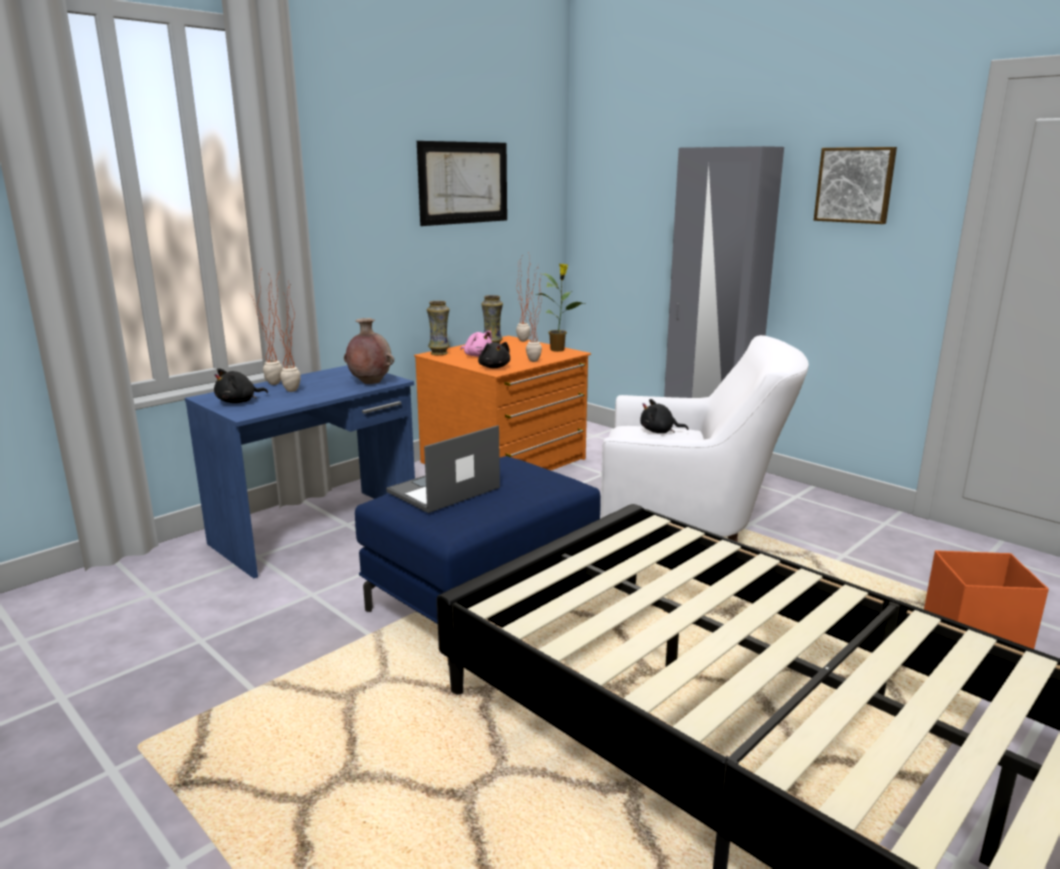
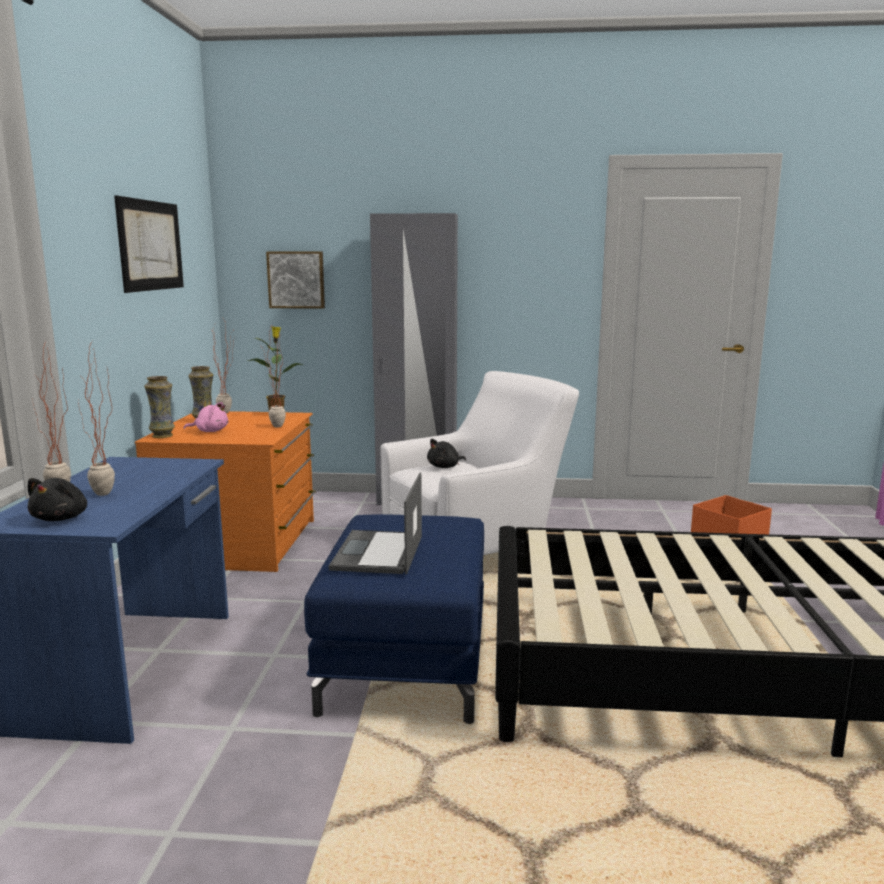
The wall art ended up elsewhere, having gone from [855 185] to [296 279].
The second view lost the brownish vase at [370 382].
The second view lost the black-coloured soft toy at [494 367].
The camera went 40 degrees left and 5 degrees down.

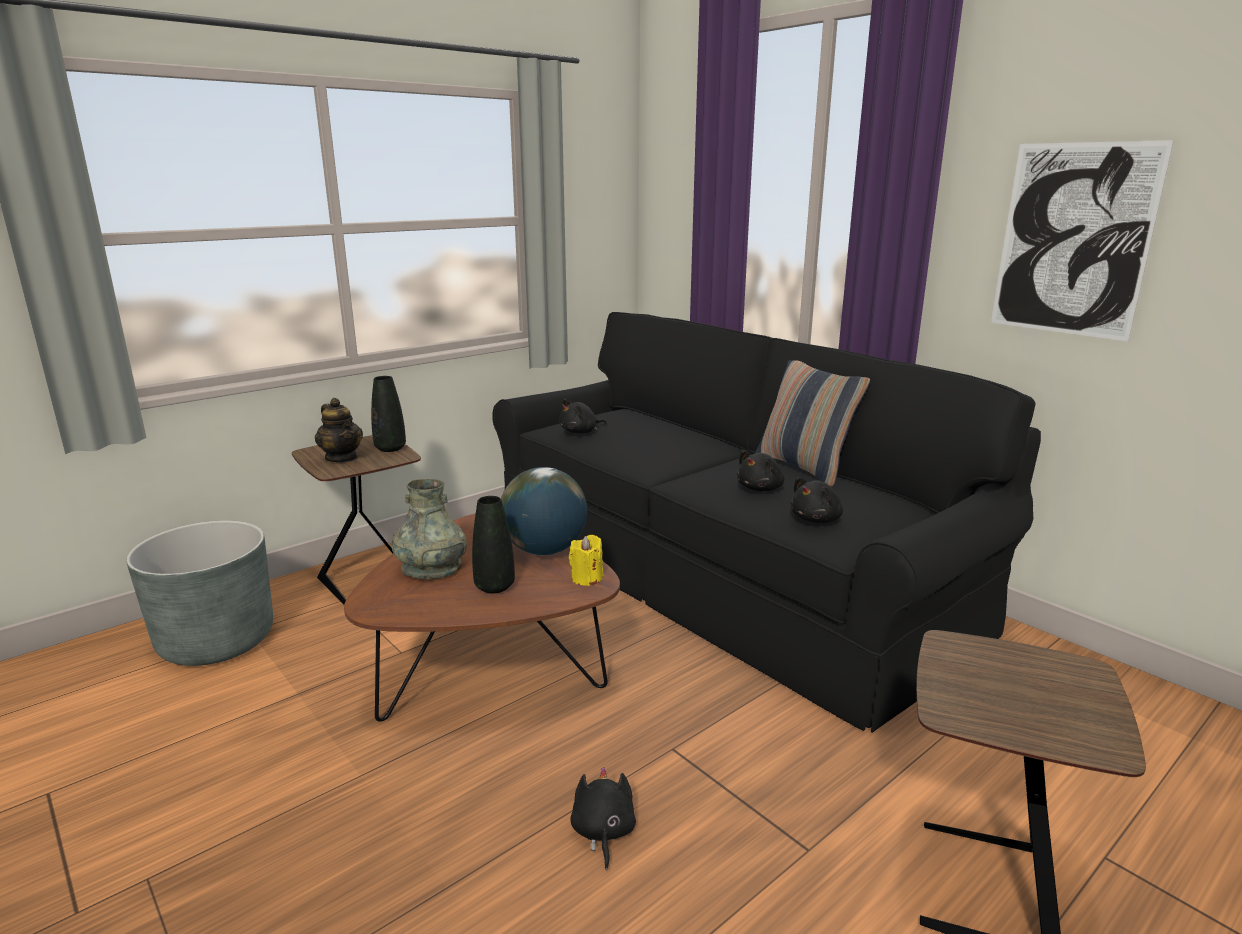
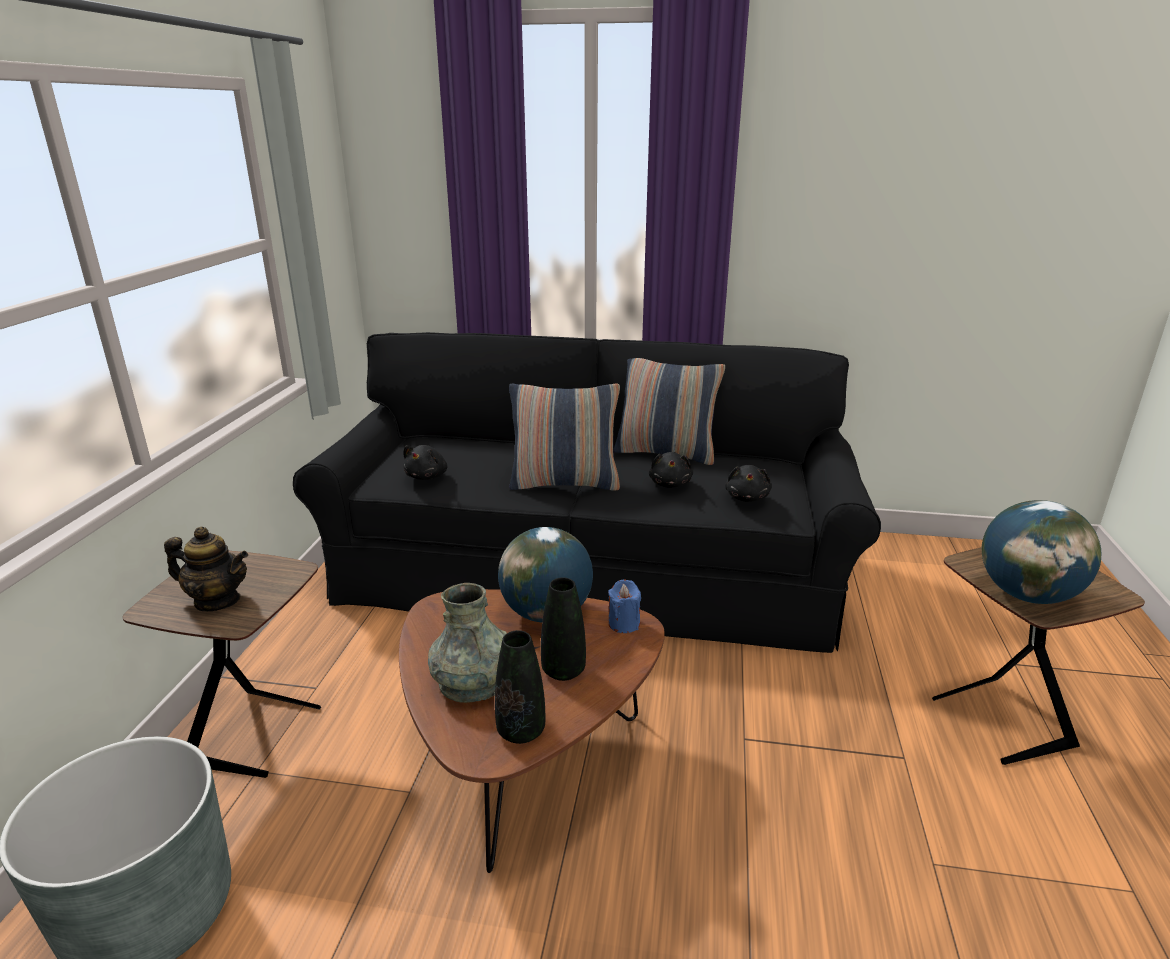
The second view lost the wall art at [1073 240].
The black-coloured vase ended up elsewhere, having gone from [390 448] to [521 731].
What was the yellow wax candle at [587 578] turned into the blue-coloured wax candle at [624 624].
The second view lost the black-coloured soft toy at [603 832].
The second view gained the cushion at [565 483].
The second view gained the desk globe at [1026 594].
The camera went 40 degrees left and 5 degrees up.

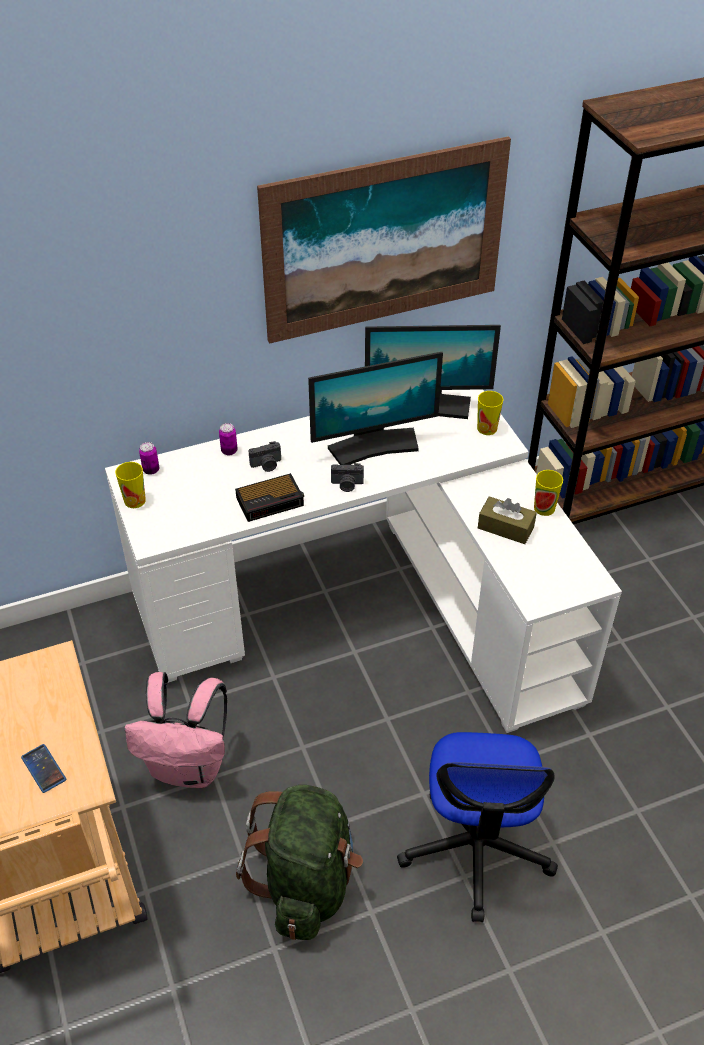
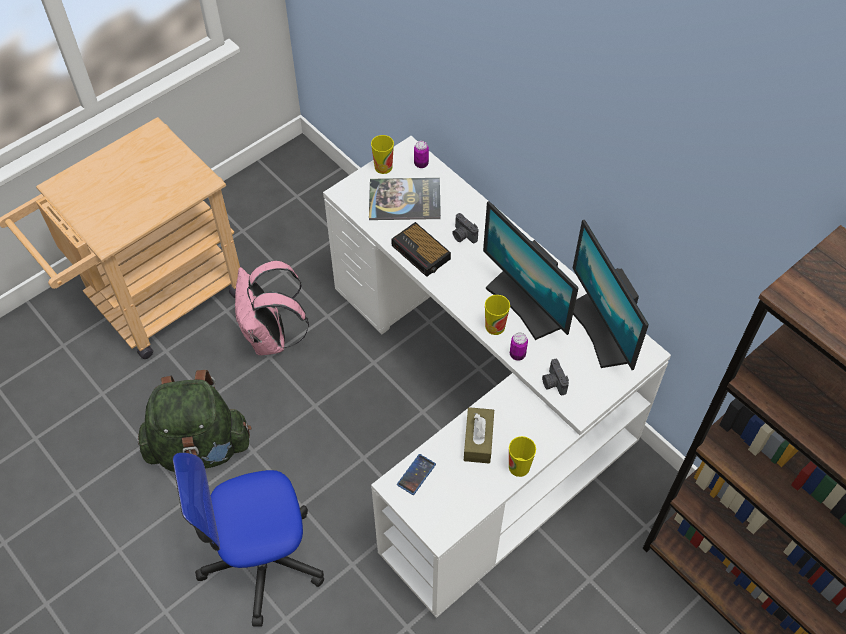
The second view lost the wall art at [384 241].
The small cup ended up elsewhere, having gone from [487 428] to [495 326].
The sealed can ended up elsewhere, having gone from [229 451] to [517 354].
The still camera ended up elsewhere, having gone from [347 485] to [553 383].
The telephone ended up elsewhere, having gone from [43 768] to [416 474].
The second view gained the bound book at [404 200].
The camera went 70 degrees right and 10 degrees up.

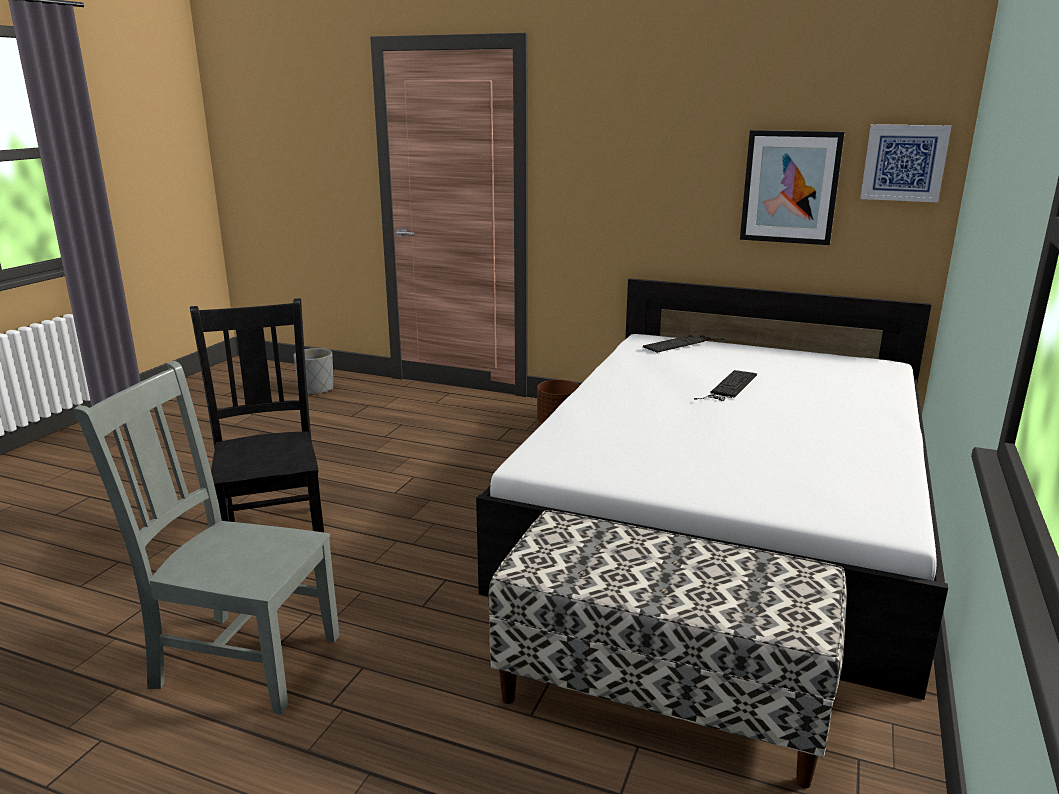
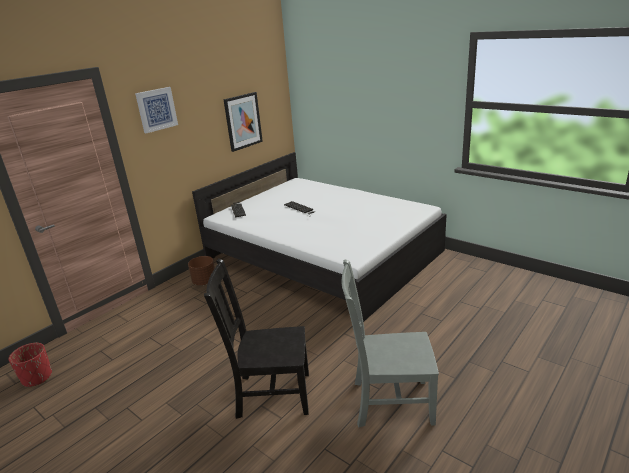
The wall art ended up elsewhere, having gone from [904 163] to [156 109].
What was the gray flower pot at [316 389] turned into the red-coloured flower pot at [37 377].
The gray chair at [242 659] ended up facing another way, 60 degrees clockwise from before.
The second view lost the indoor bench at [661 697].
The camera went 70 degrees left and 5 degrees up.

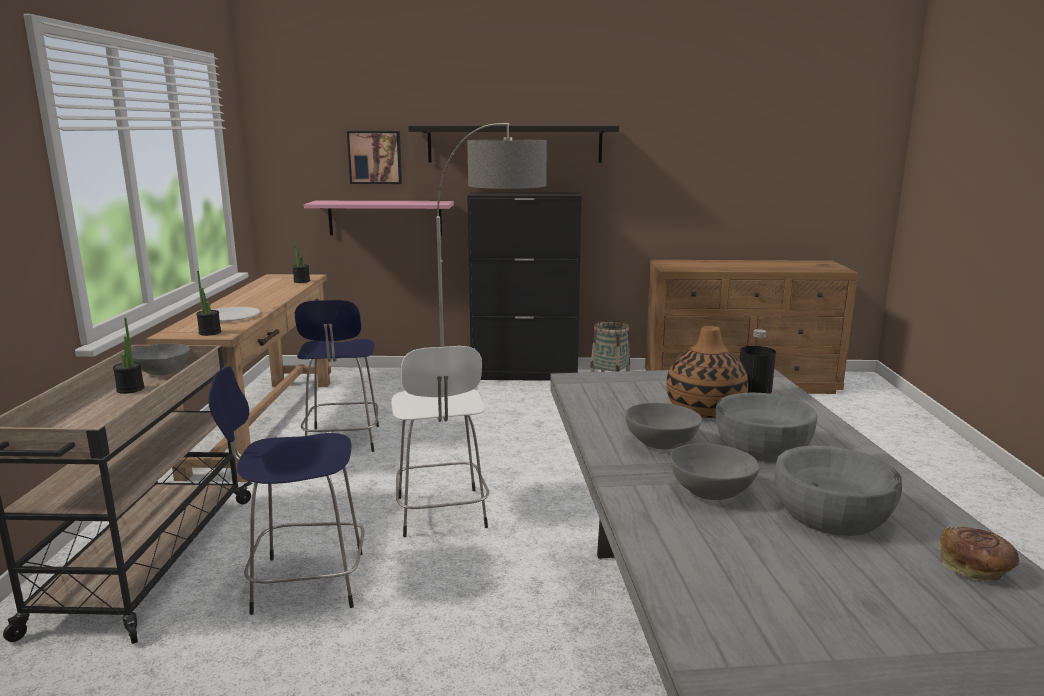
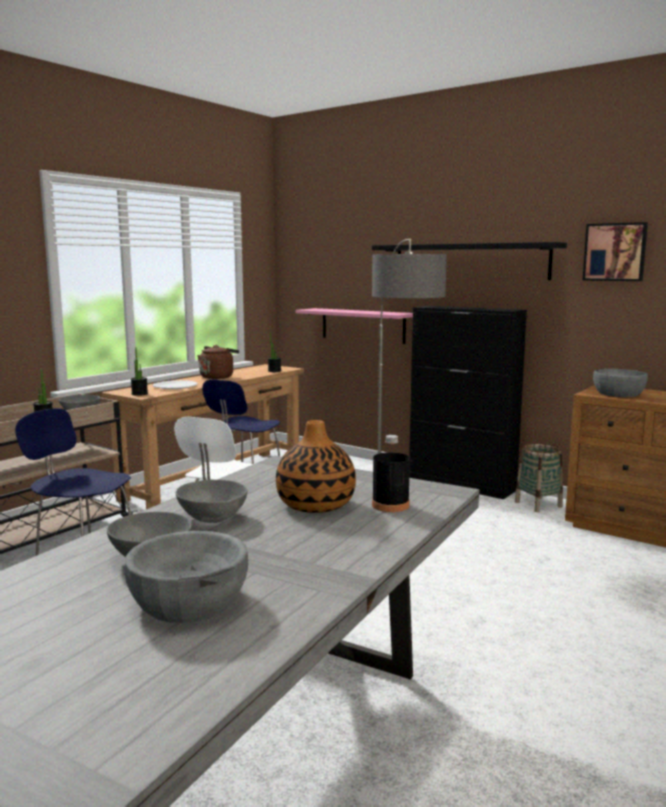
The wall art ended up elsewhere, having gone from [375 157] to [615 252].
The gray bowl ended up elsewhere, having gone from [762 447] to [618 393].
The second view lost the bakery bread at [975 569].
The second view gained the brownish tea kettle at [218 377].
The camera went 35 degrees right and 5 degrees down.

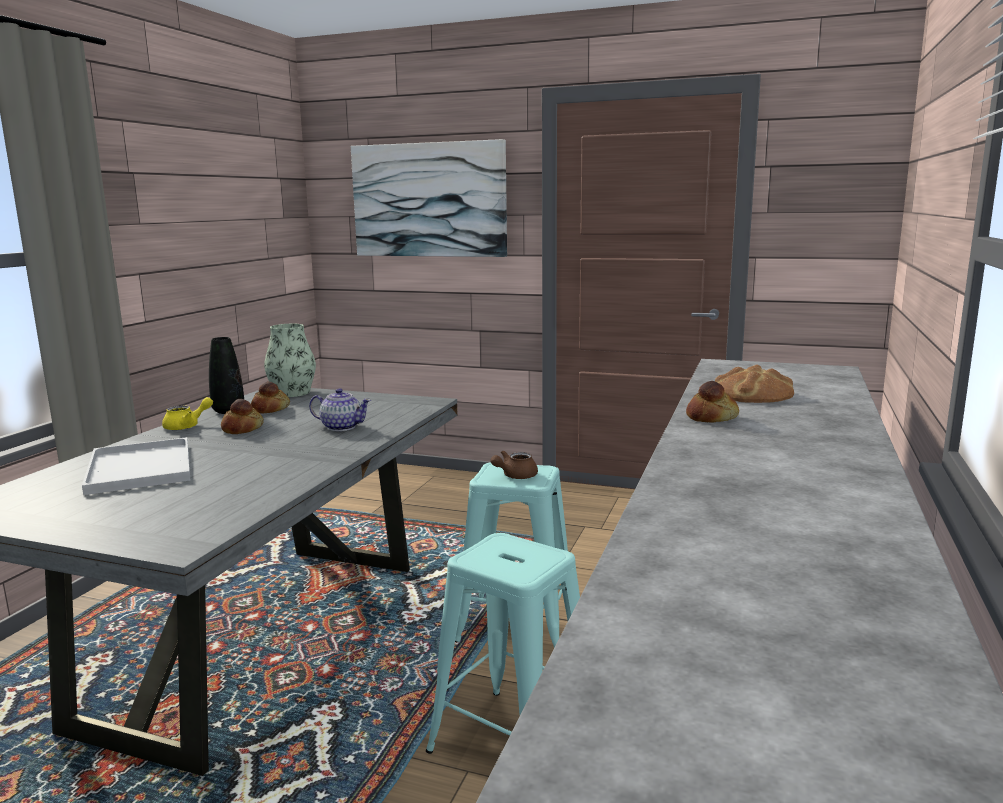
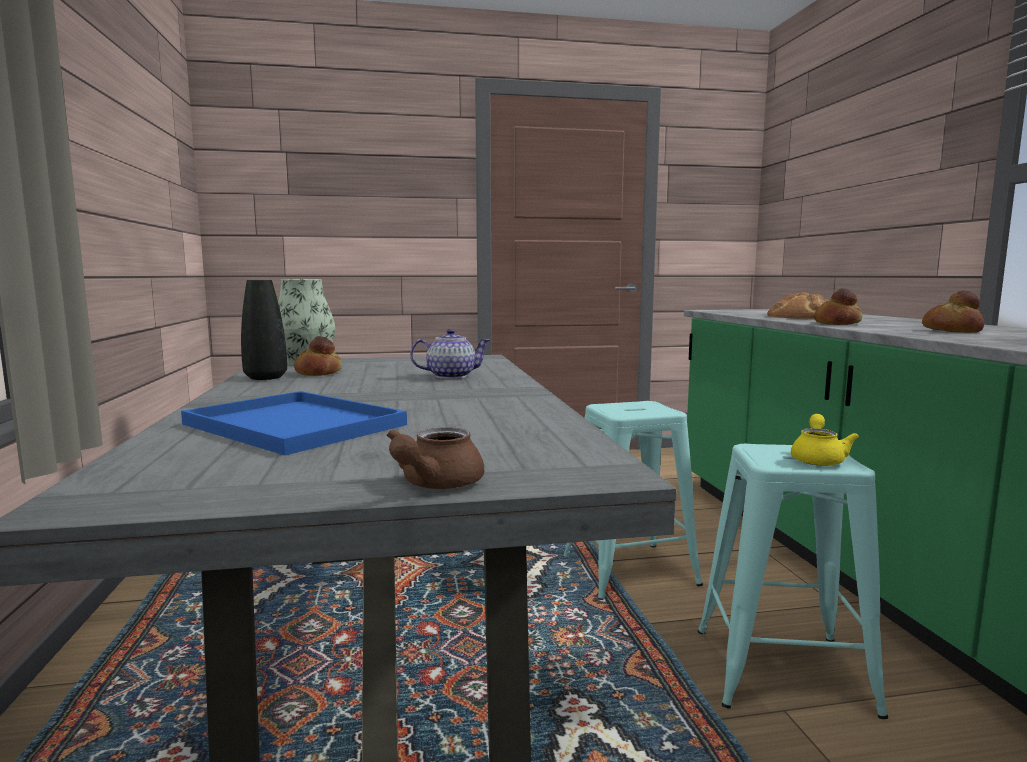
The second view lost the wall art at [429 200].
The yellow tea pot ended up elsewhere, having gone from [187 426] to [818 459].
The bakery bread ended up elsewhere, having gone from [243 429] to [952 331].
What was the whitish carrying tray at [139 467] turned into the blue-coloured carrying tray at [290 424].
The brownish tea pot ended up elsewhere, having gone from [515 476] to [434 485].
The camera went 30 degrees left and 5 degrees down.

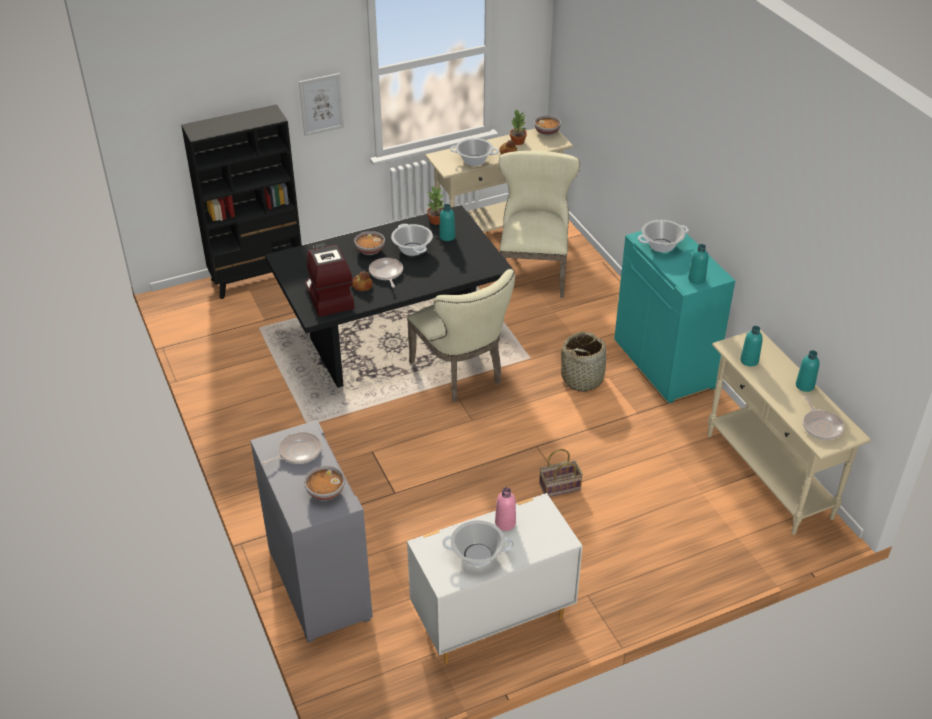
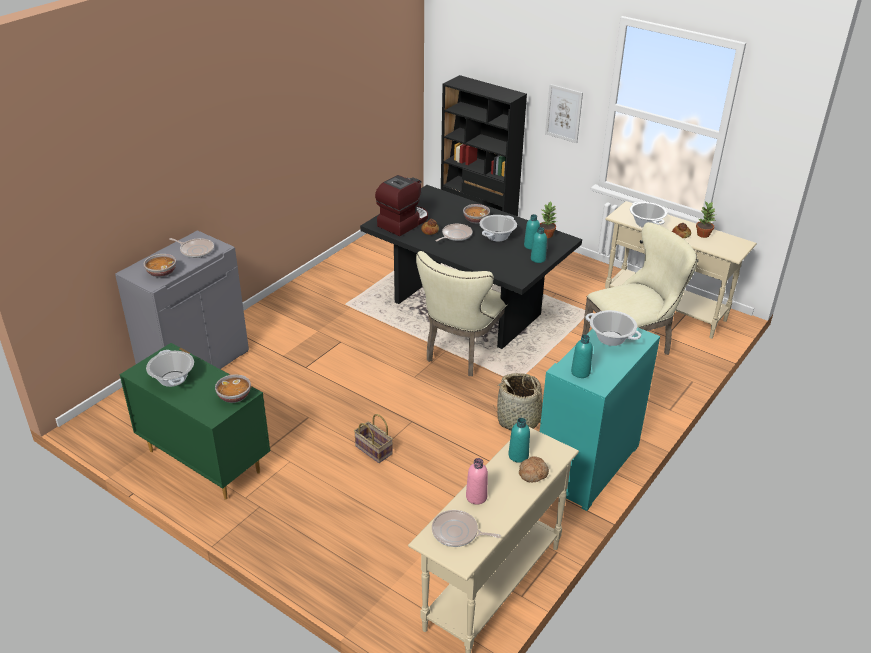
The bowl ended up elsewhere, having gone from [547 132] to [234 397].
The turquoise-coloured beverage bottle ended up elsewhere, having gone from [804 385] to [538 259].
The frying pan at [821 426] ended up facing another way, 60 degrees clockwise from before.
The pinkish beverage bottle ended up elsewhere, having gone from [505 523] to [476 497].
What was the whitish dresser at [491 619] turned into the green-coloured dresser at [204 460].
The second view gained the bakery bread at [533 473].
The camera went 60 degrees right and 5 degrees down.

